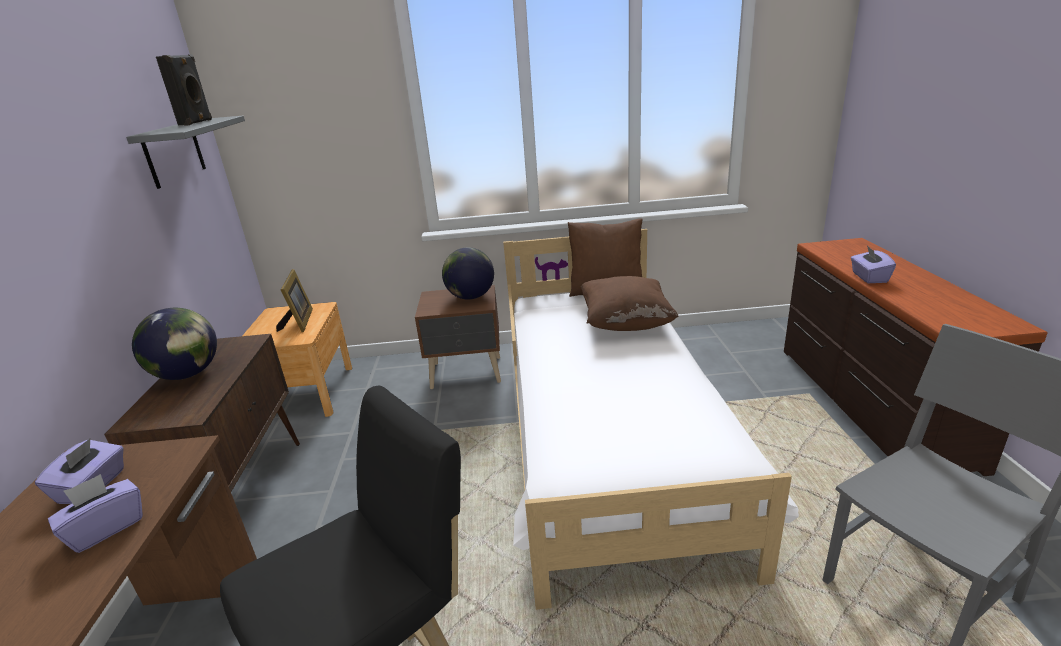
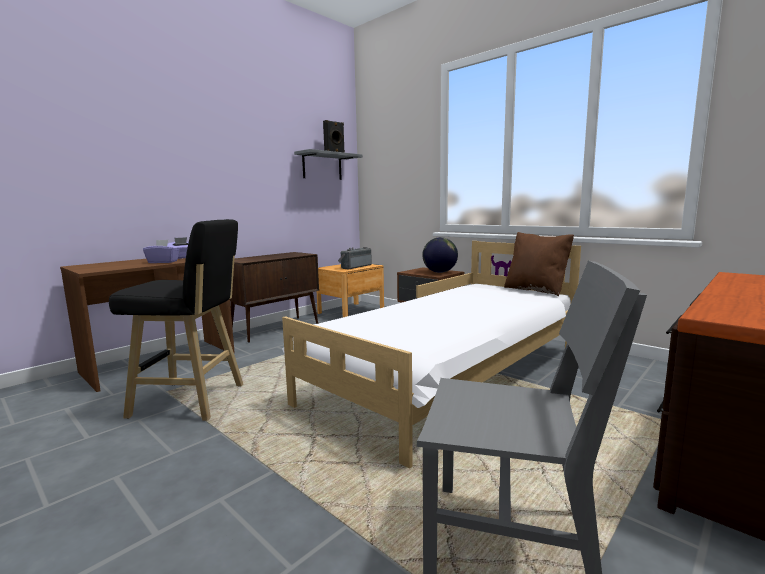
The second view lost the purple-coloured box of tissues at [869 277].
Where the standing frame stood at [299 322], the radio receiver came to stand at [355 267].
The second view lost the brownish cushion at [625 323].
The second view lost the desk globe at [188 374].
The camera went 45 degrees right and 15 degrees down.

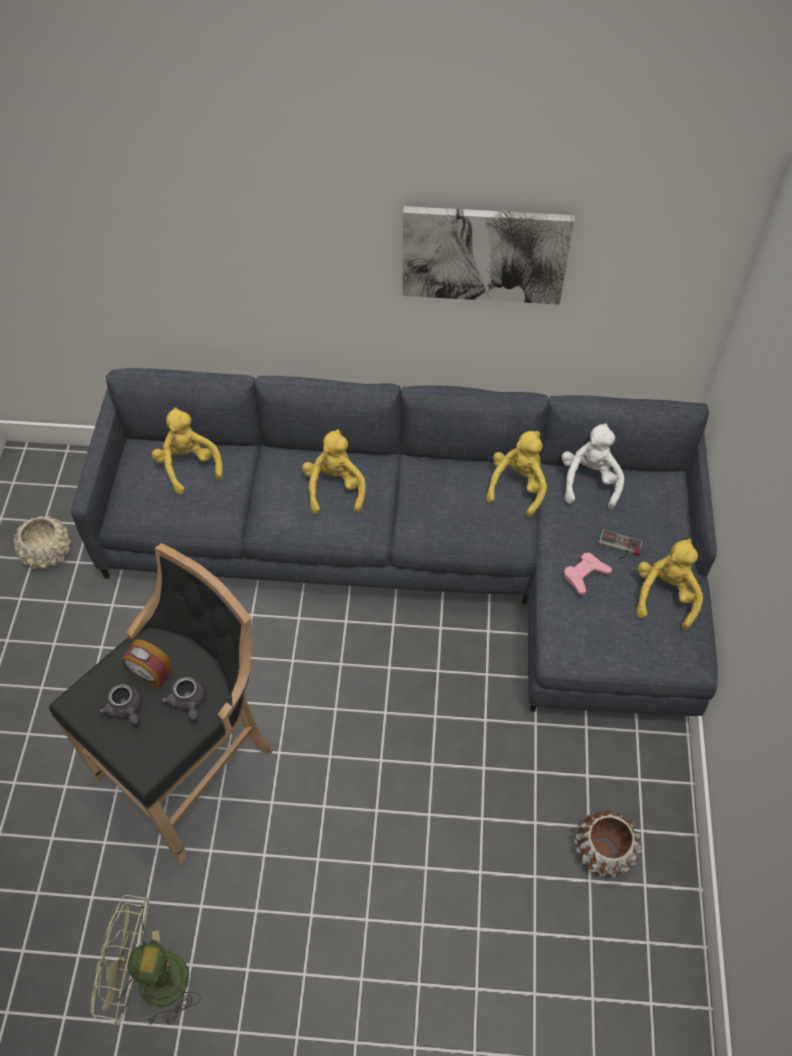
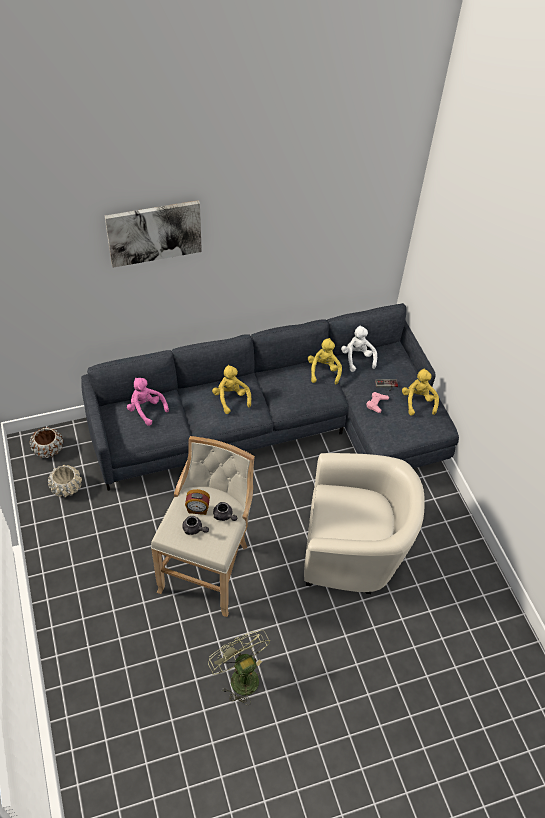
The wall art ended up elsewhere, having gone from [484 254] to [154 232].
What was the yellow soft toy at [189 466] turned into the pinkish soft toy at [146 409].
What was the black-coloured stool seat at [193 764] turned into the sand-coloured stool seat at [208 567].
The brownish flower pot ended up elsewhere, having gone from [603 850] to [48 449].
The green-coloured electric fan at [150 980] ended up facing another way, 75 degrees clockwise from before.
The second view gained the sand-coloured easy chair at [354 551].
The camera went 25 degrees left and 5 degrees down.

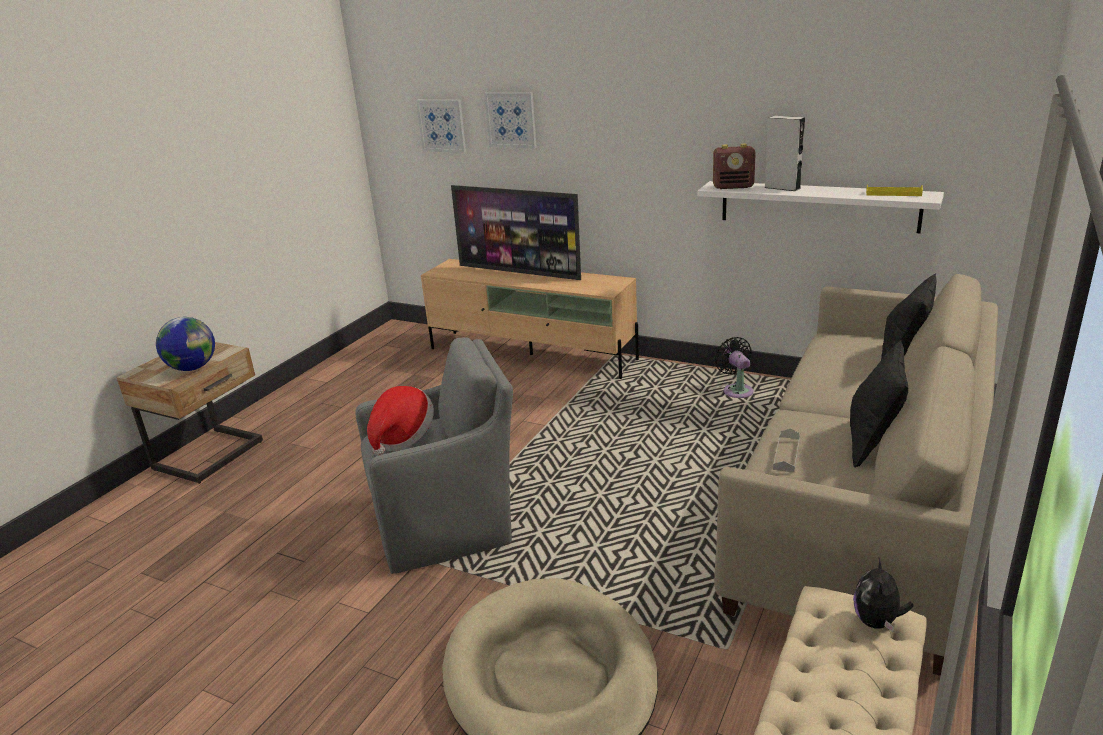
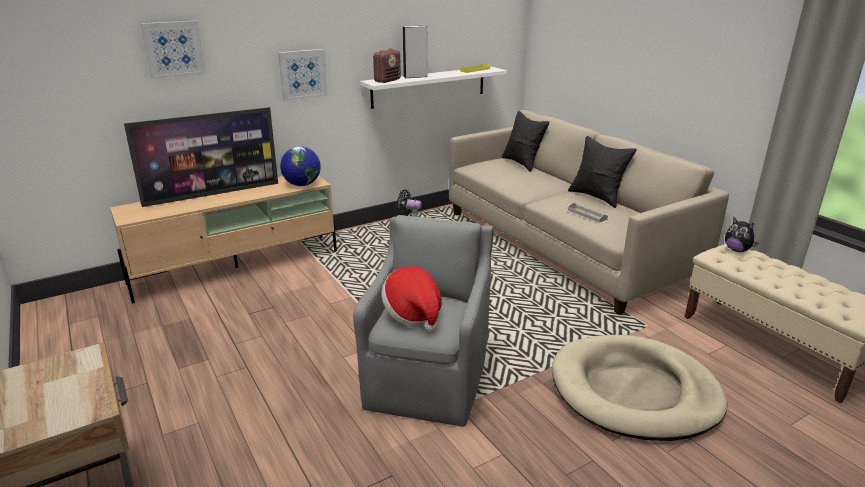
The wall art ended up elsewhere, having gone from [442 125] to [302 74].
The desk globe ended up elsewhere, having gone from [193 368] to [302 184].
The camera went 60 degrees left and 0 degrees up.

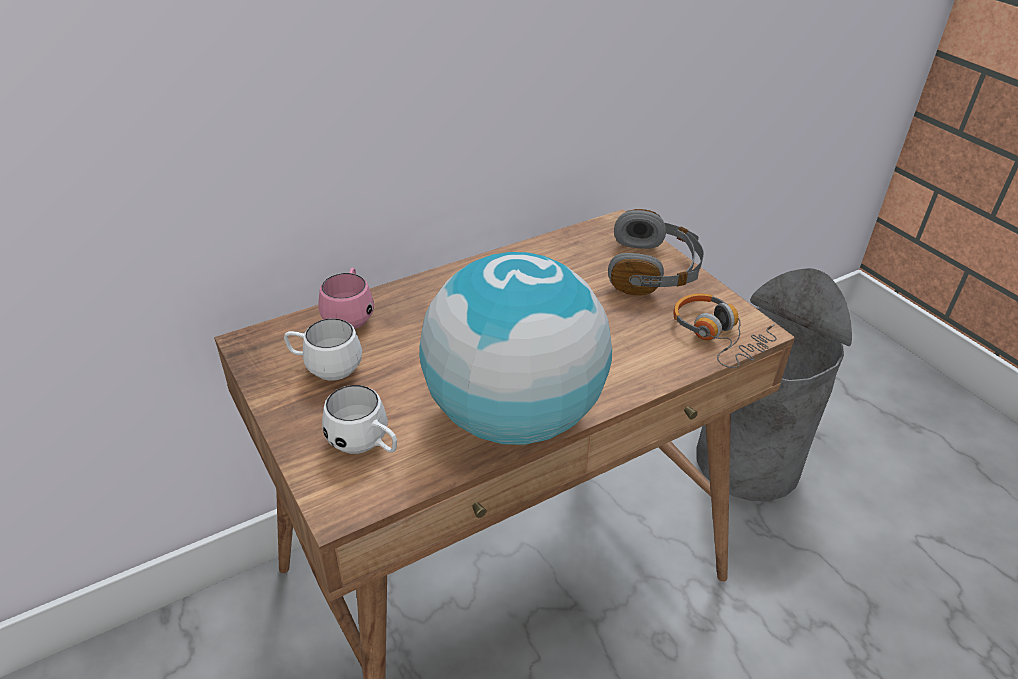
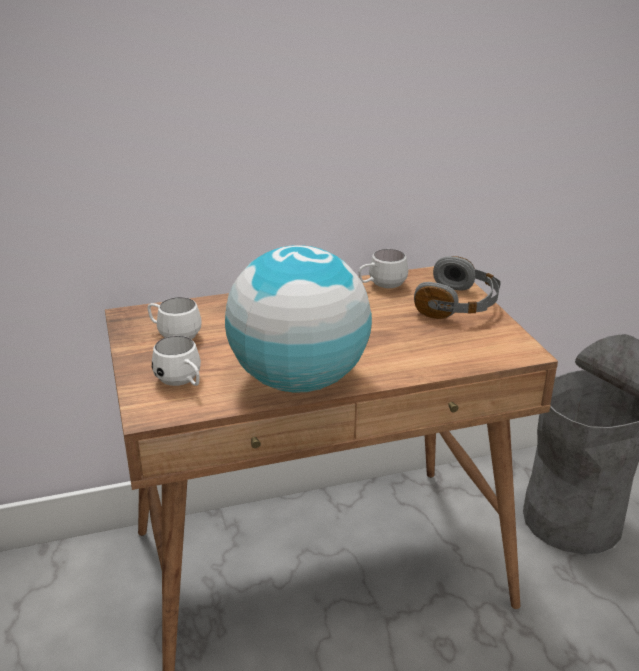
The second view lost the pinkish tea mug at [350 315].
The second view lost the headphones at [718 337].
The second view gained the whitish tea mug at [381 286].
The camera went 15 degrees right and 10 degrees down.

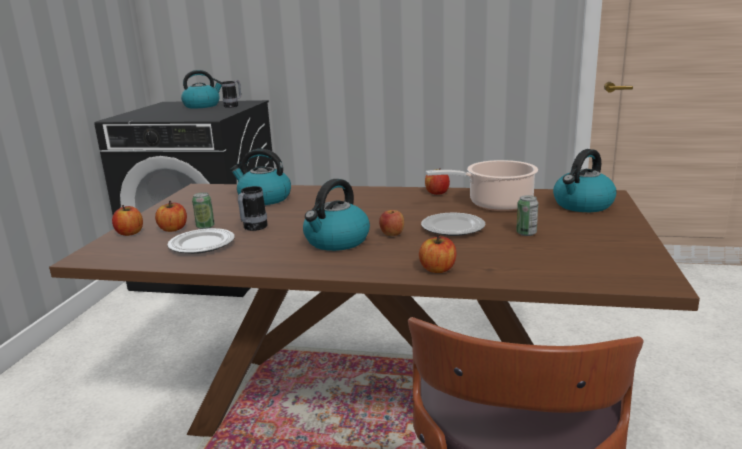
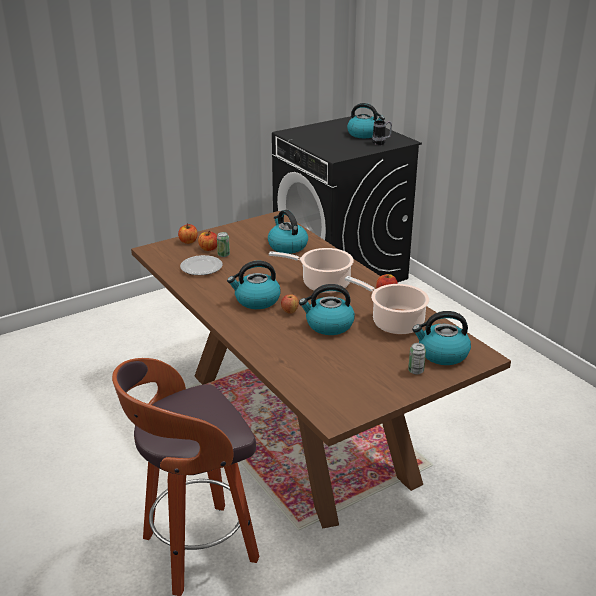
The second view lost the tea mug at [253 228].
The sealed can ended up elsewhere, having gone from [526 233] to [416 371].
Where the plate stood at [453 227], the tea kettle came to stand at [328 325].
The second view lost the apple fruit at [437 269].
The second view gained the saucepot at [322 284].
The camera went 45 degrees right and 10 degrees up.

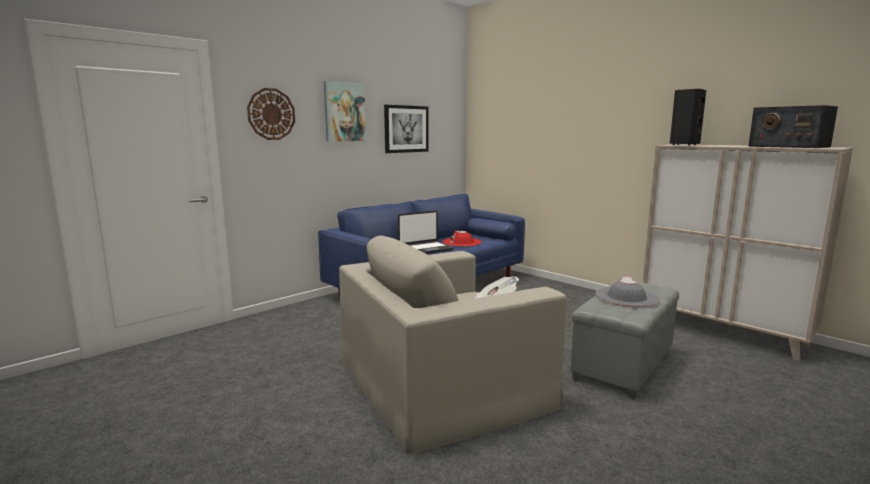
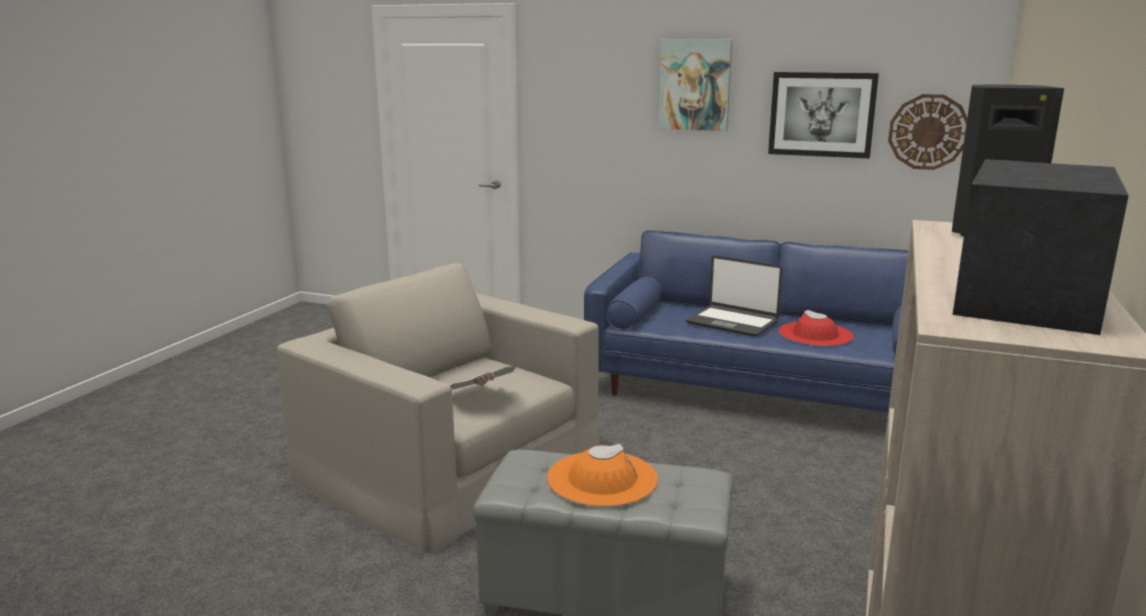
The hanging clock ended up elsewhere, having gone from [271 114] to [928 132].
What was the gray hat at [626 297] turned into the orange hat at [602 479].
The camera went 65 degrees right and 5 degrees up.

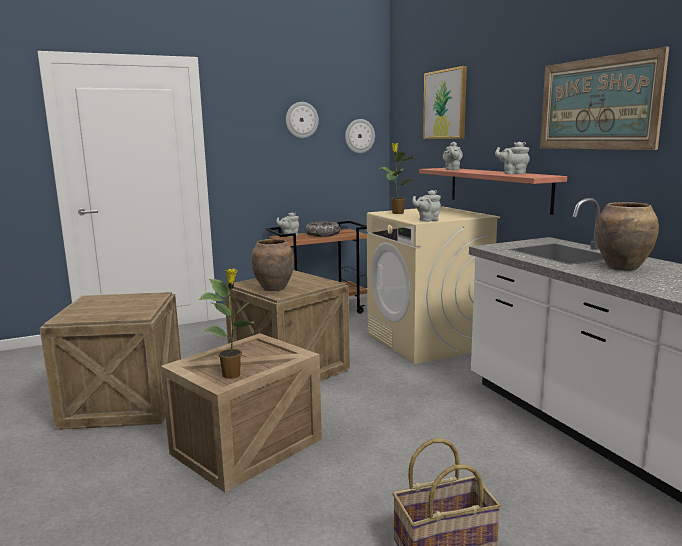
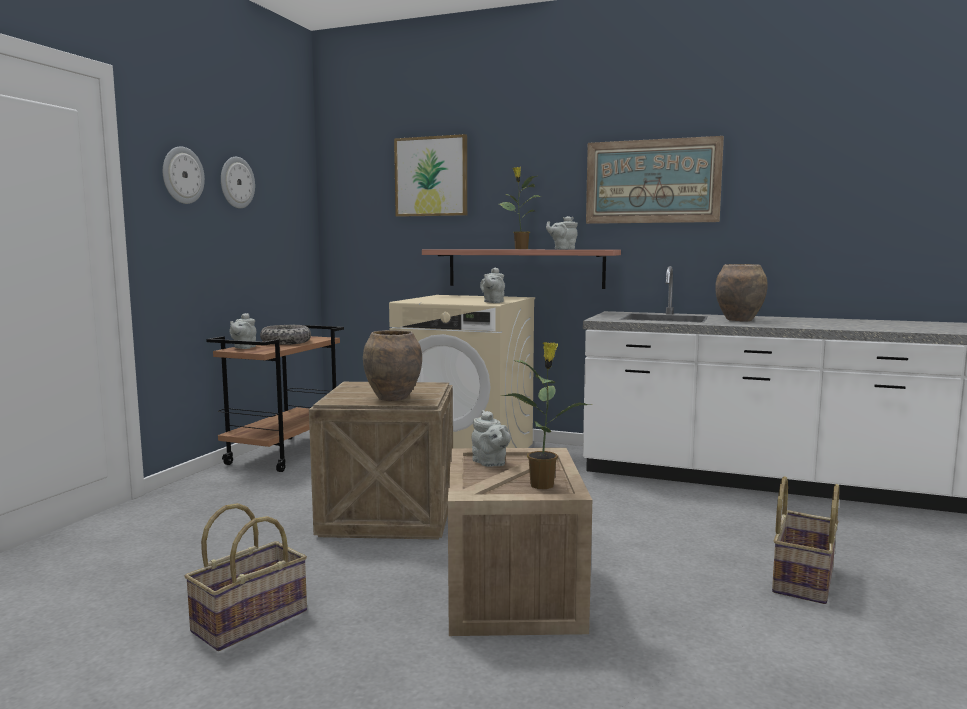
The hanging clock ended up elsewhere, having gone from [359 136] to [182 175].
The gray tea pot ended up elsewhere, having gone from [452 170] to [490 463].
The potted plant ended up elsewhere, having gone from [397 213] to [520 249].
Where the shipping crate stood at [126 403], the storage basket came to stand at [249 620].
The camera went 45 degrees left and 5 degrees down.

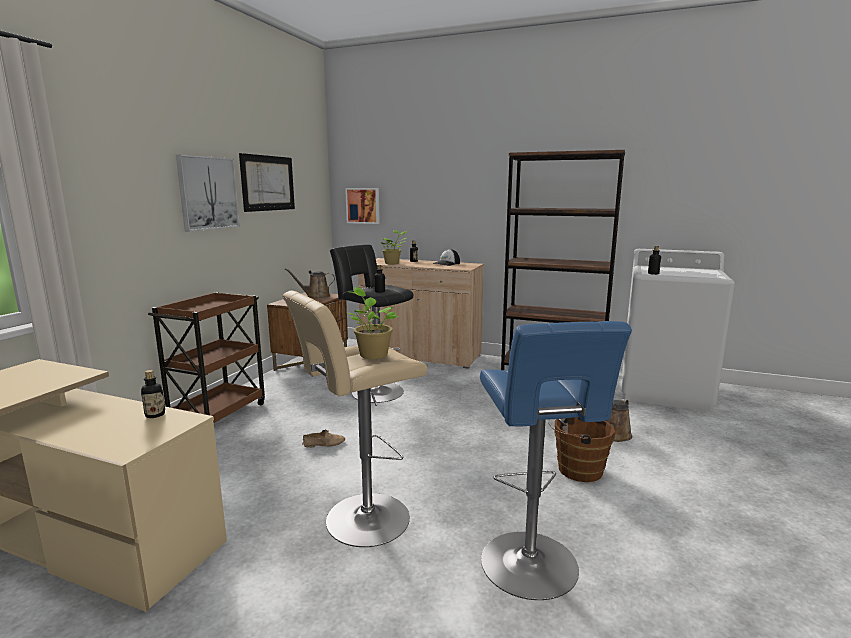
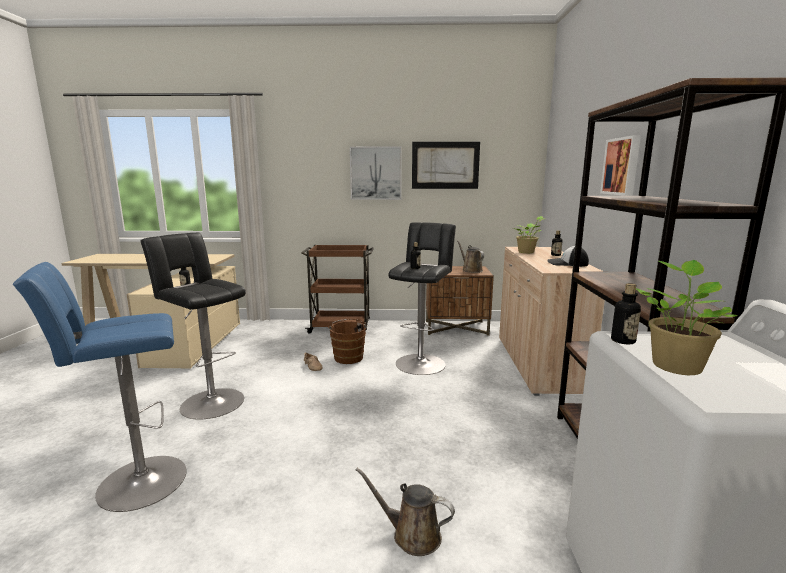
The wall art ended up elsewhere, having gone from [363 205] to [622 166].
The potted plant ended up elsewhere, having gone from [372 354] to [676 365].
What was the sand-coloured stool seat at [362 521] turned into the black-coloured stool seat at [209 401].
The brownish bucket ended up elsewhere, having gone from [576 469] to [349 357].
The camera went 70 degrees right and 0 degrees up.

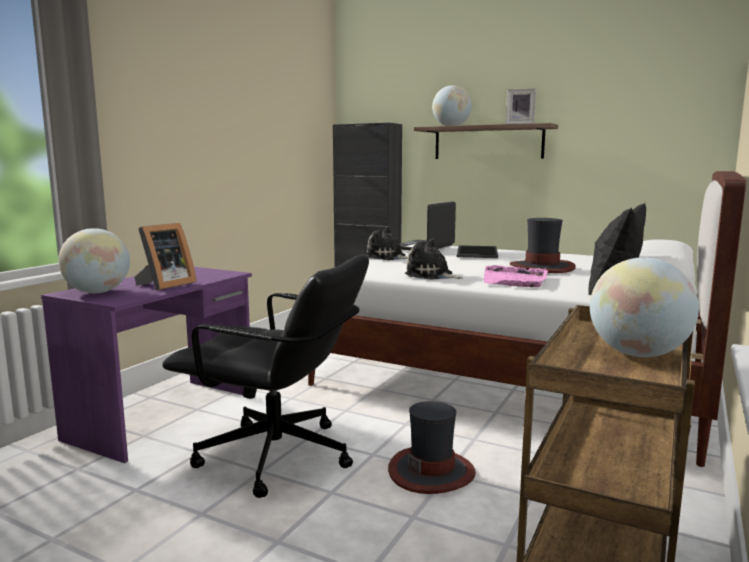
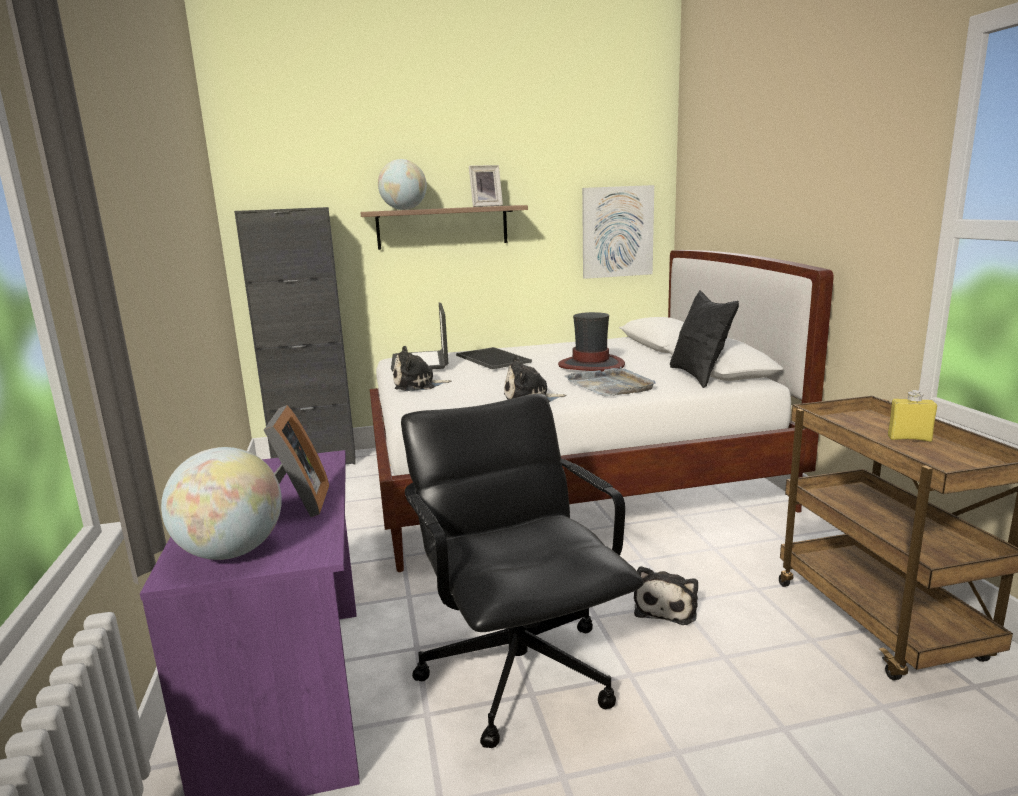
The black-coloured desk chair at [277 457] ended up facing another way, 90 degrees counterclockwise from before.
Where the desk globe stood at [637 354], the yellow beverage bottle came to stand at [909 438].
What was the pinkish carrying tray at [514 280] turned into the gray carrying tray at [610 385].
Where the hat stood at [431 471], the soft toy came to stand at [666 607].
The second view gained the wall art at [617 232].
The camera went 40 degrees left and 5 degrees up.

